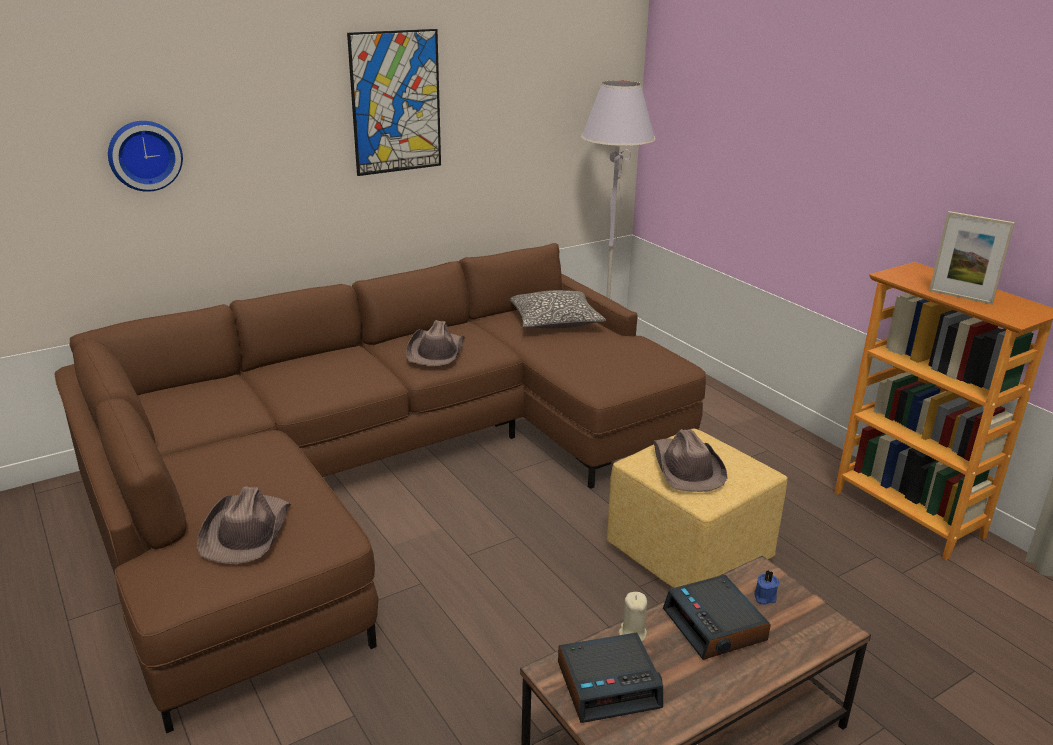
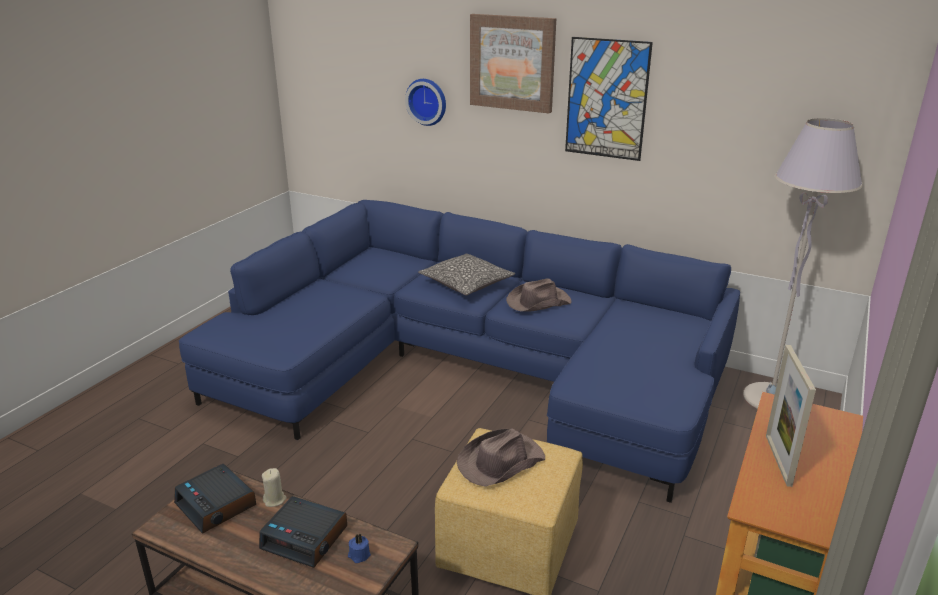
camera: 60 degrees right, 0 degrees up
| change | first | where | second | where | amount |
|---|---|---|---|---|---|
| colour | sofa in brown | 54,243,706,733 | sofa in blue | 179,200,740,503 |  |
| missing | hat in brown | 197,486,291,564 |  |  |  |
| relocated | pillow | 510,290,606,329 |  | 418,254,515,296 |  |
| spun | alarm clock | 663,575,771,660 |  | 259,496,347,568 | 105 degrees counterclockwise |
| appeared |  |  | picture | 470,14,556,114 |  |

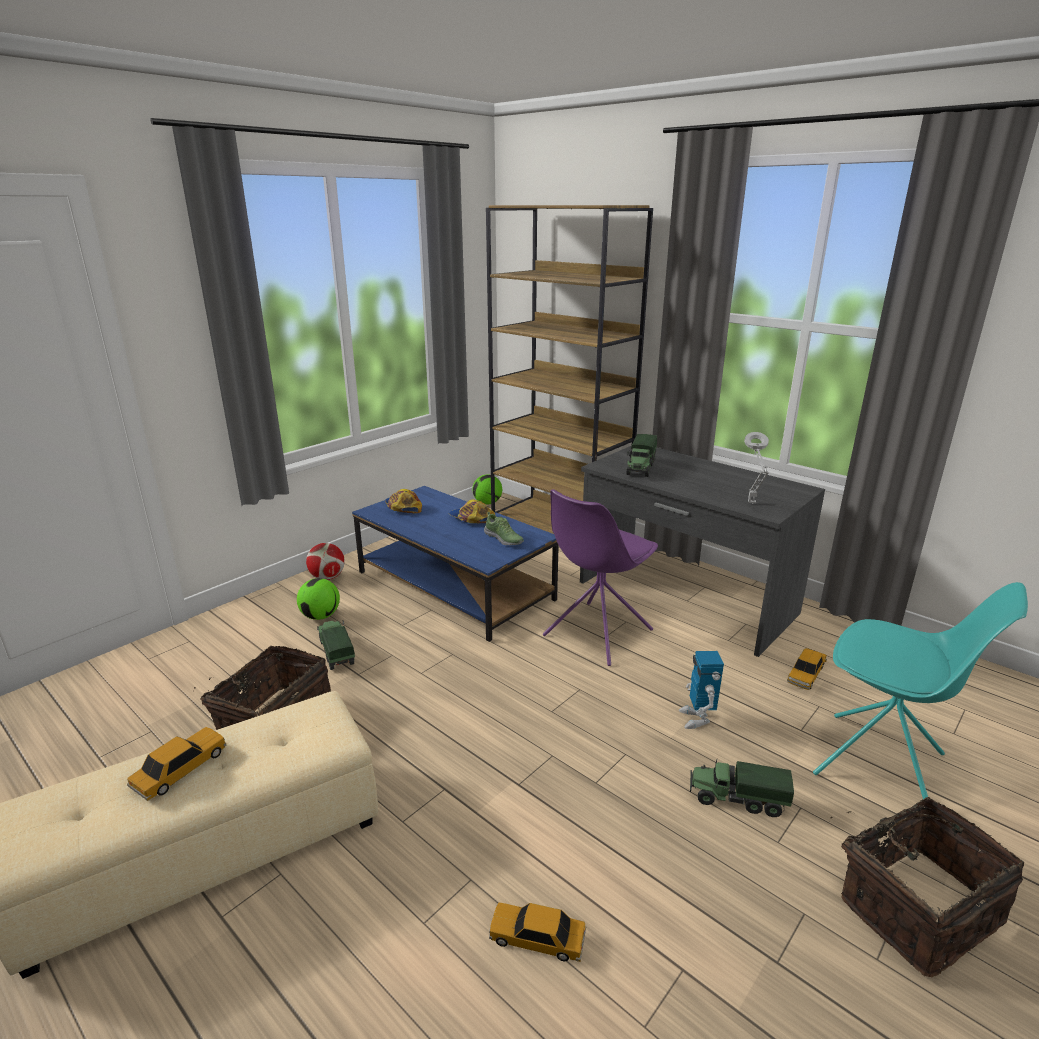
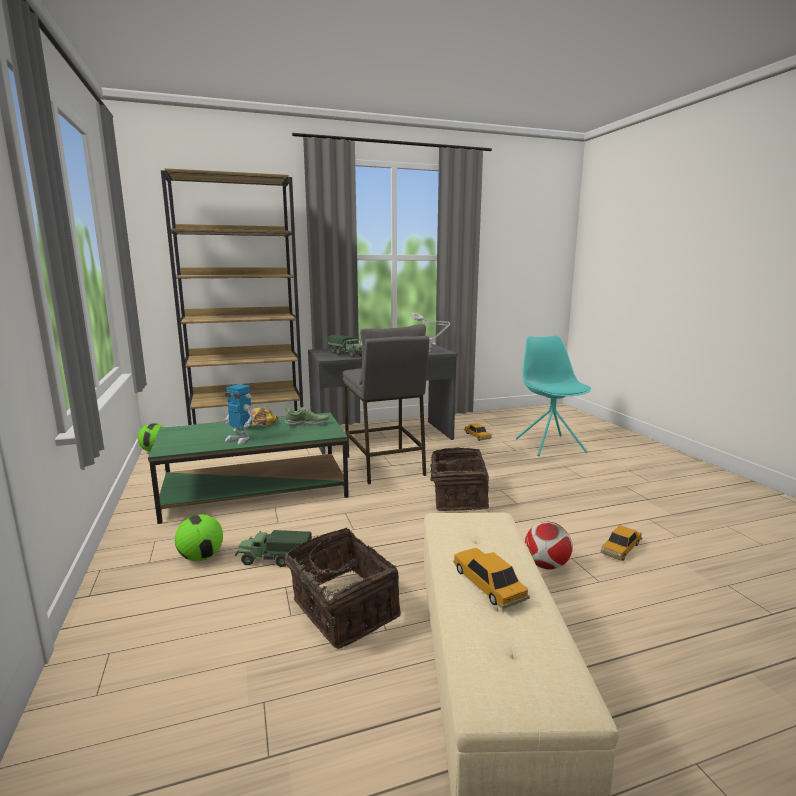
camera: 60 degrees left, 10 degrees down
| change | first | where | second | where | amount |
|---|---|---|---|---|---|
| relocated | football | 306,543,345,580 |  | 525,522,573,569 |  |
| colour | coffee table in blue | 352,486,559,642 | coffee table in green | 148,413,349,524 |  |
| missing | cap | 385,489,422,513 |  |  |  |
| exchanged | chair in purple | 543,489,658,666 | stool in grey | 342,324,429,484 |  |
| relocated | toy robot | 679,651,724,729 |  | 223,384,254,445 |  |
| missing | toy truck | 690,759,794,817 |  |  |  |
| spun | chair in turquoise | 813,582,1028,799 |  | 516,336,591,456 | 75 degrees counterclockwise |
| relocated | basket | 829,797,1024,977 |  | 420,447,489,511 |  |

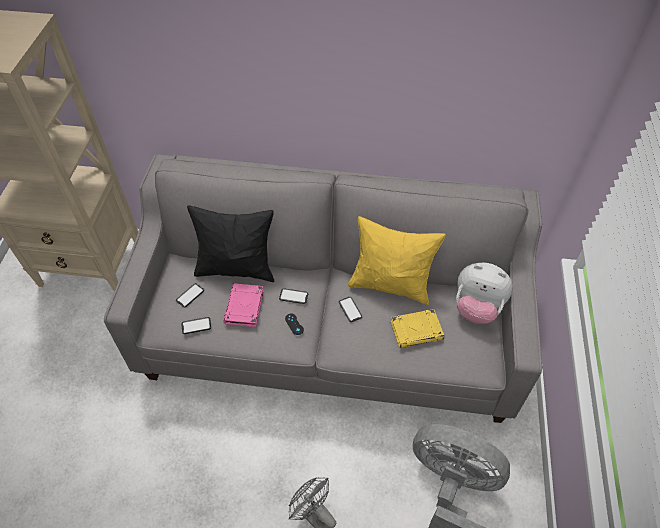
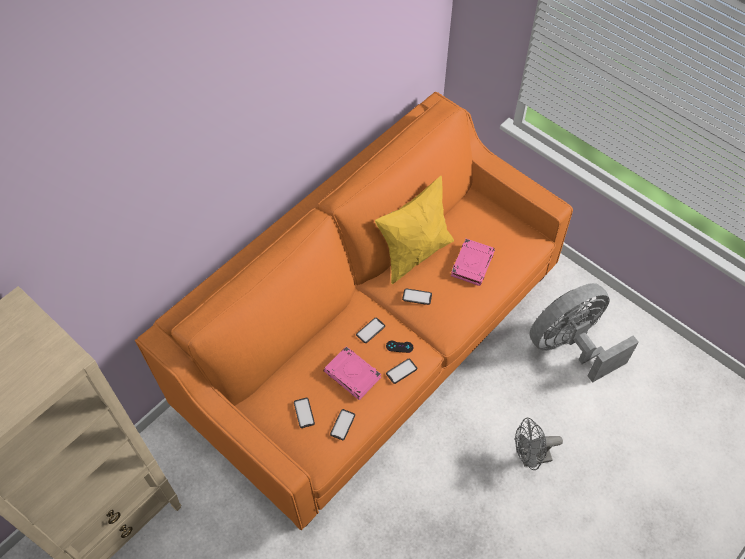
camera: 55 degrees left, 5 degrees up
| change | first | where | second | where | amount |
|---|---|---|---|---|---|
| colour | sofa in grey | 104,154,542,423 | sofa in orange | 135,92,573,531 |  |
| missing | pillow in black | 187,205,274,282 |  |  |  |
| colour | book in yellow | 391,309,444,348 | book in pink | 451,239,495,286 |  |
| missing | plush toy | 456,263,513,324 |  |  |  |
| appeared |  |  | phone | 386,359,417,384 |  |

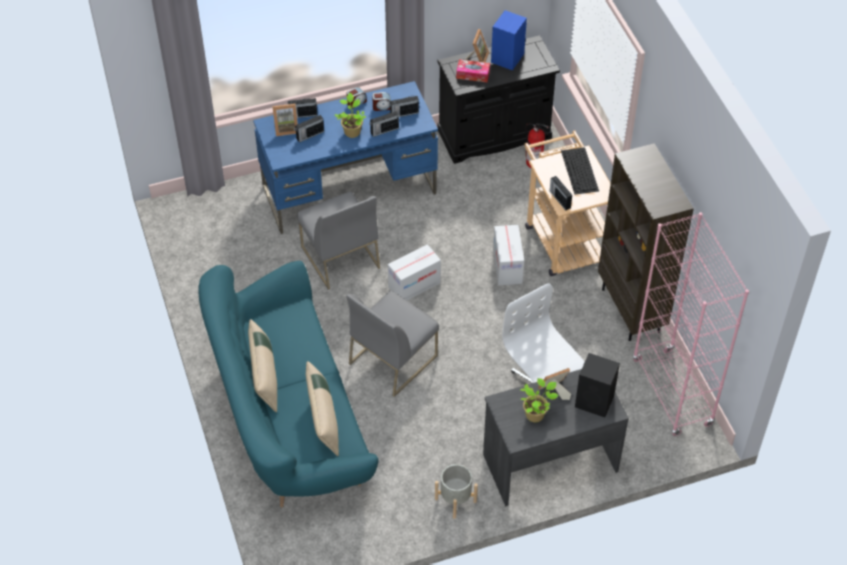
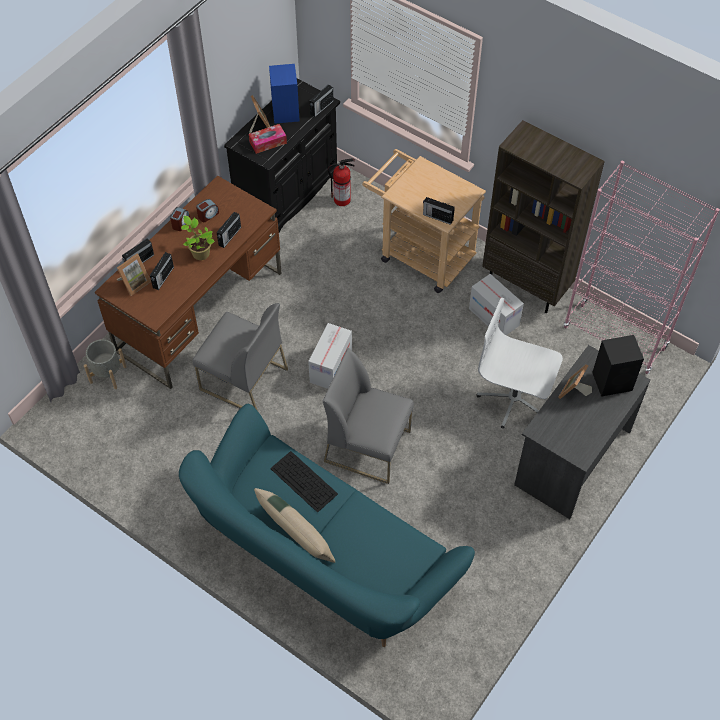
camera: 35 degrees left, 5 degrees up
| change | first | where | second | where | amount |
|---|---|---|---|---|---|
| colour | desk in blue | 253,81,438,234 | desk in brown | 95,175,281,389 |  |
| missing | pillow in beige | 306,361,339,456 |  |  |  |
| spun | chair in grey | 346,291,439,397 |  | 323,348,414,484 | 105 degrees clockwise |
| relocated | radio | 389,96,419,117 |  | 310,85,333,117 |  |
| relocated | planter in grey | 435,464,478,519 |  | 84,339,127,389 |  |
| relocated | cardboard box | 493,225,524,285 |  | 469,274,524,335 |  |
| missing | potted plant | 520,378,559,422 |  |  |  |
| relocated | keyboard | 561,147,599,195 |  | 270,451,338,513 |  |

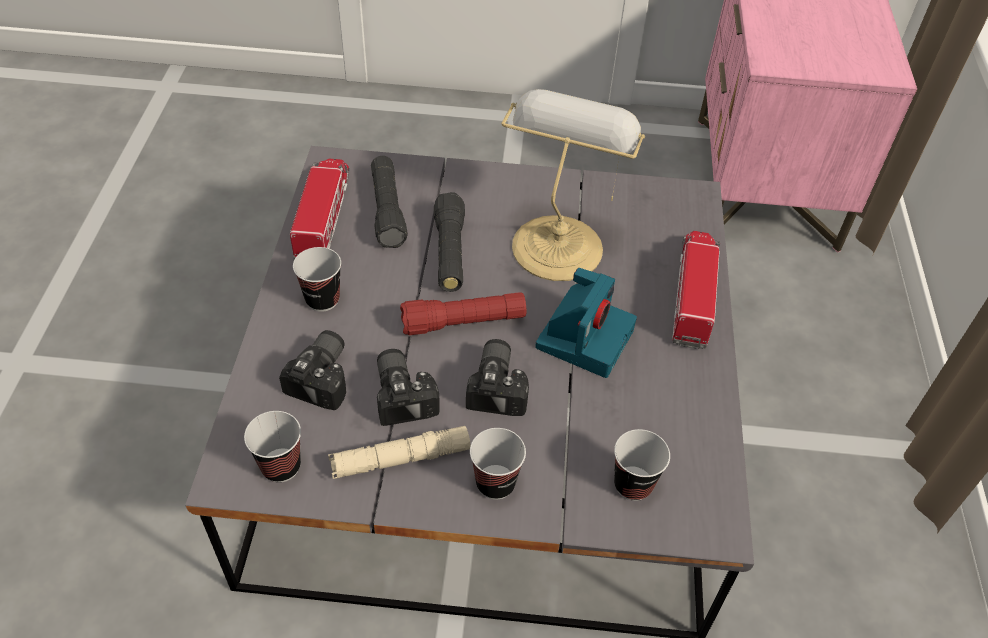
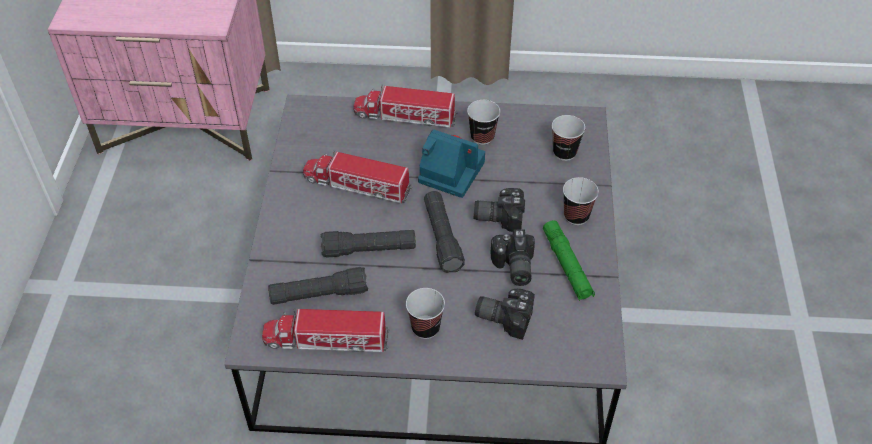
camera: 90 degrees left, 0 degrees up
| change | first | where | second | where | amount |
|---|---|---|---|---|---|
| relocated | cup | 244,411,301,483 |  | 467,100,500,145 |  |
| colour | flashlight in beige | 328,426,471,479 | flashlight in green | 543,220,595,301 |  |
| spun | photo camera | 377,349,440,426 |  | 490,229,535,286 | 75 degrees counterclockwise |
| colour | flashlight in red | 400,292,526,335 | flashlight in black | 424,191,465,273 |  |
| exchanged | table lamp | 501,89,645,281 | toy truck | 303,150,412,203 |  |

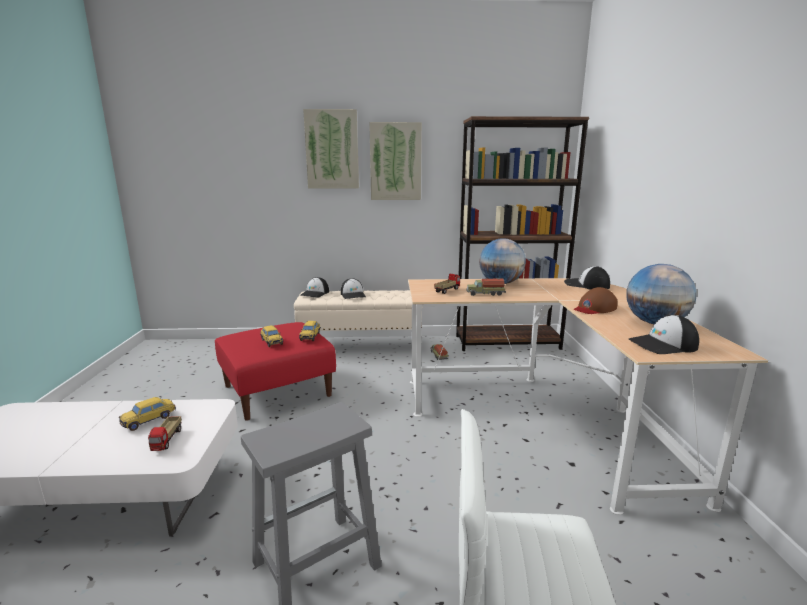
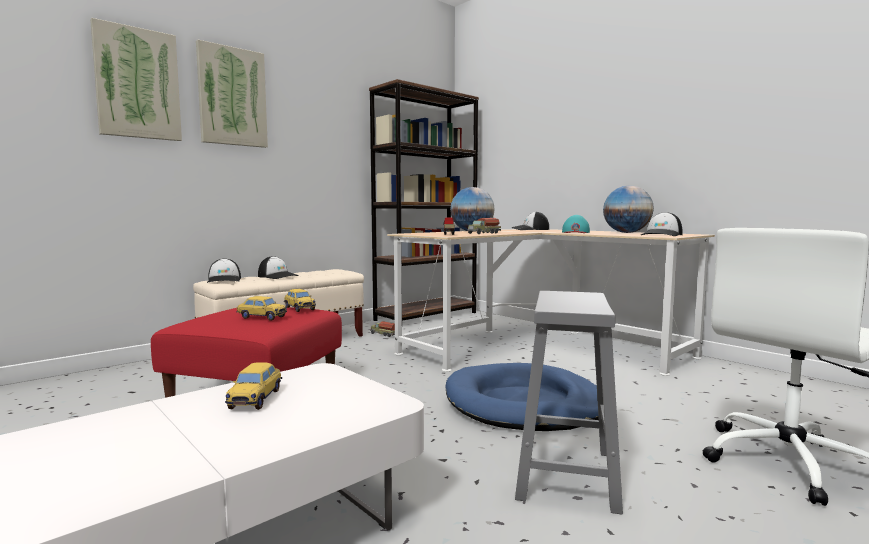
camera: 40 degrees left, 10 degrees down
| change | first | where | second | where | amount |
|---|---|---|---|---|---|
| missing | toy truck | 148,416,182,451 |  |  |  |
| relocated | picture | 369,122,422,200 |  | 90,18,182,141 |  |
| colour | cap in brown | 574,287,618,314 | cap in turquoise | 562,215,590,233 |  |
| appeared |  |  | dog bed in blue | 445,363,599,431 |  |

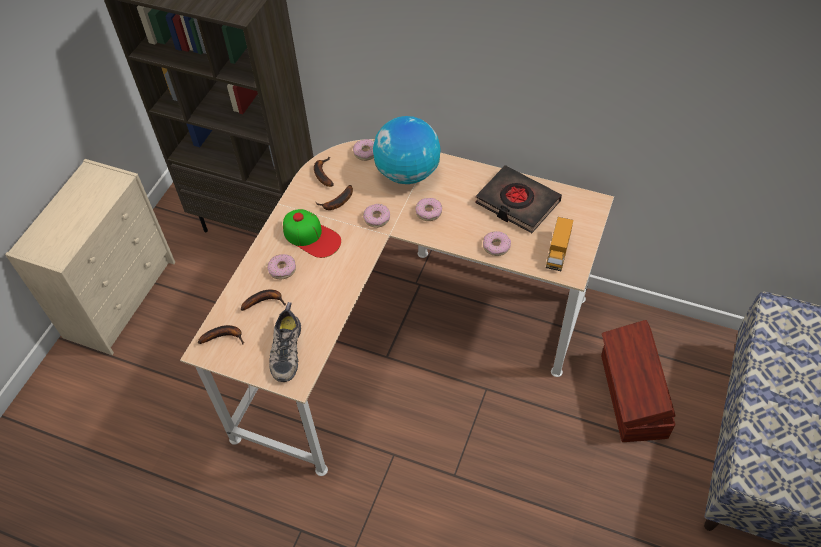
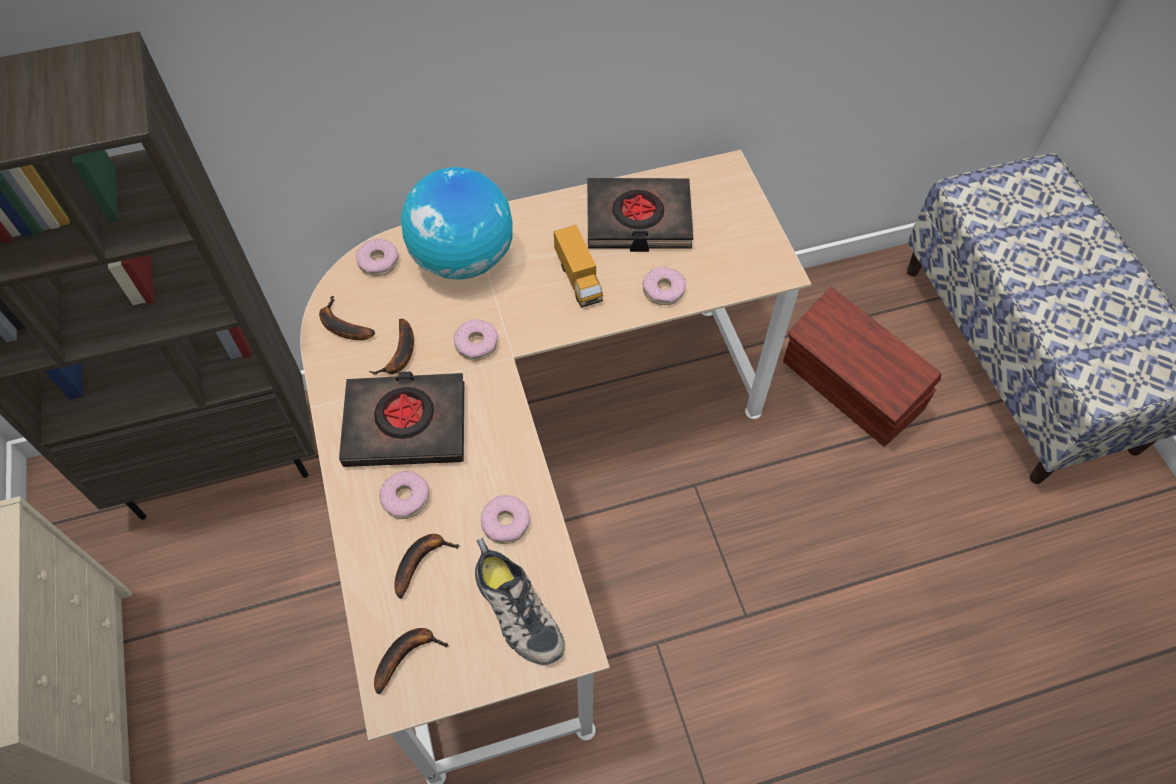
camera: 40 degrees left, 5 degrees up
| change | first | where | second | where | amount |
|---|---|---|---|---|---|
| exchanged | cap | 283,209,341,258 | book in black | 339,372,464,467 |  |
| relocated | donut | 415,198,442,221 |  | 481,495,530,544 |  |
| relocated | toy truck | 546,217,573,271 |  | 554,225,603,308 |  |

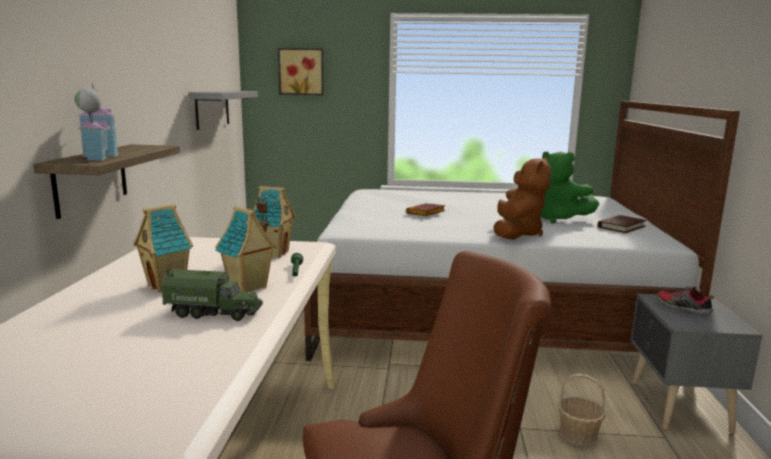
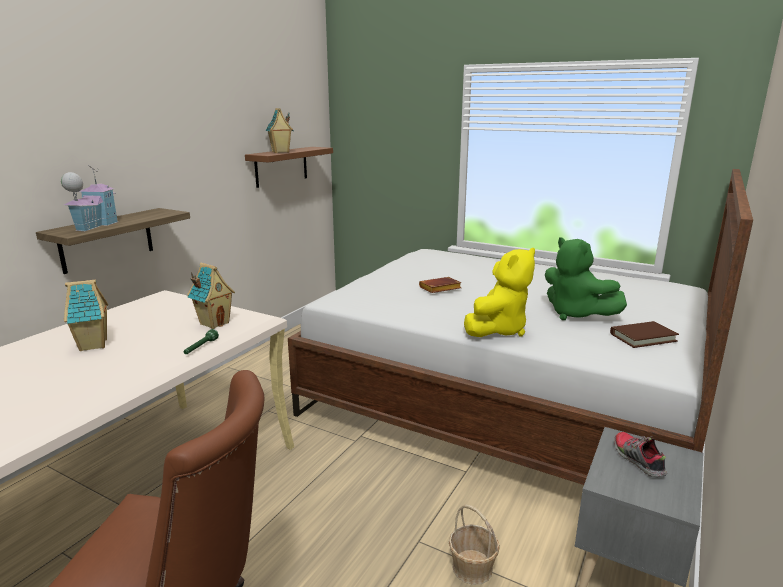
camera: 25 degrees right, 5 degrees up
| change | first | where | second | where | amount |
|---|---|---|---|---|---|
| missing | toy truck | 161,269,263,321 |  |  |  |
| colour | shelf in grey | 189,91,258,130 | shelf in brown | 245,147,333,188 |  |
| relocated | toy house | 215,206,277,292 |  | 265,108,293,153 |  |
| missing | picture | 278,48,323,95 |  |  |  |
| colour | plush toy in brown | 493,156,551,240 | plush toy in yellow | 464,248,535,337 |  |

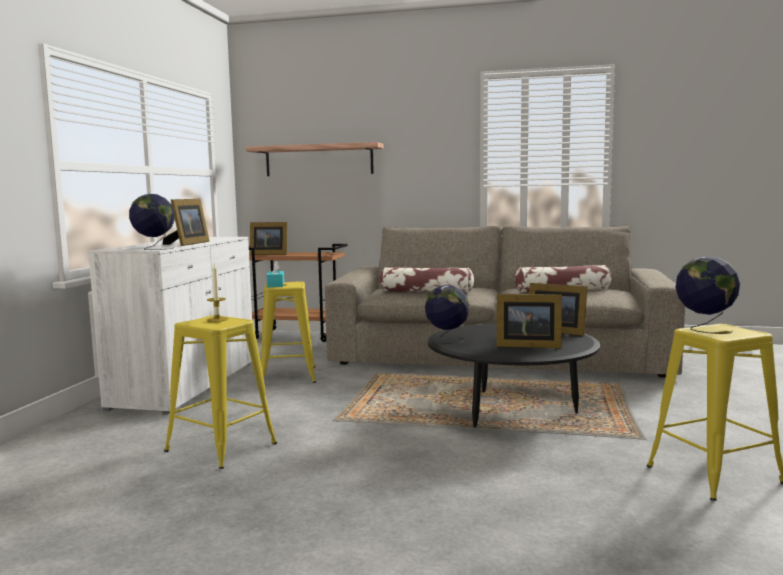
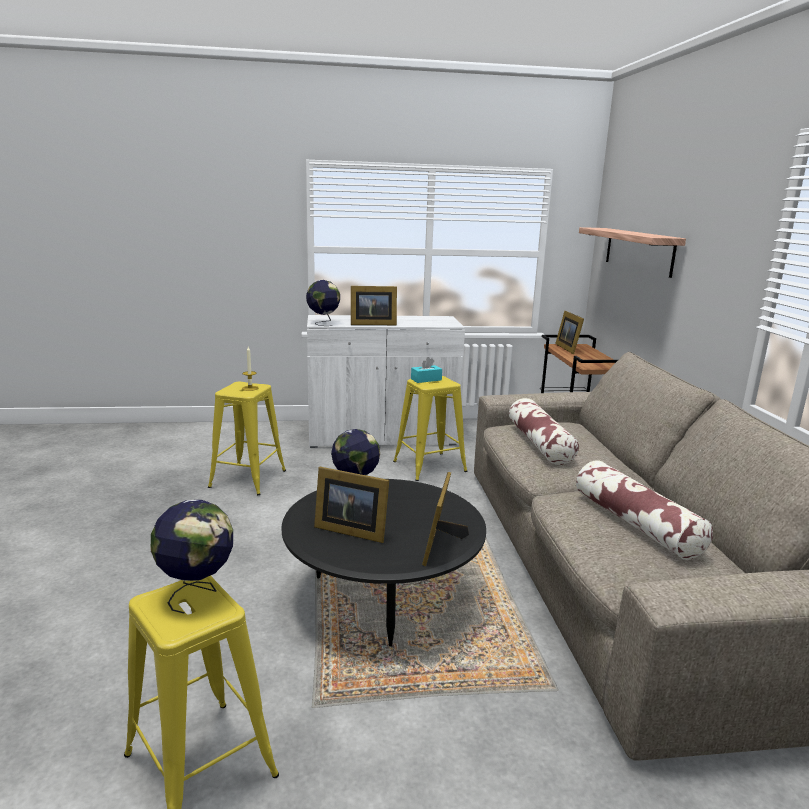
camera: 70 degrees right, 10 degrees up
| change | first | where | second | where | amount |
|---|---|---|---|---|---|
| spun | picture frame | 496,294,562,349 |  | 314,467,389,543 | 60 degrees counterclockwise |

